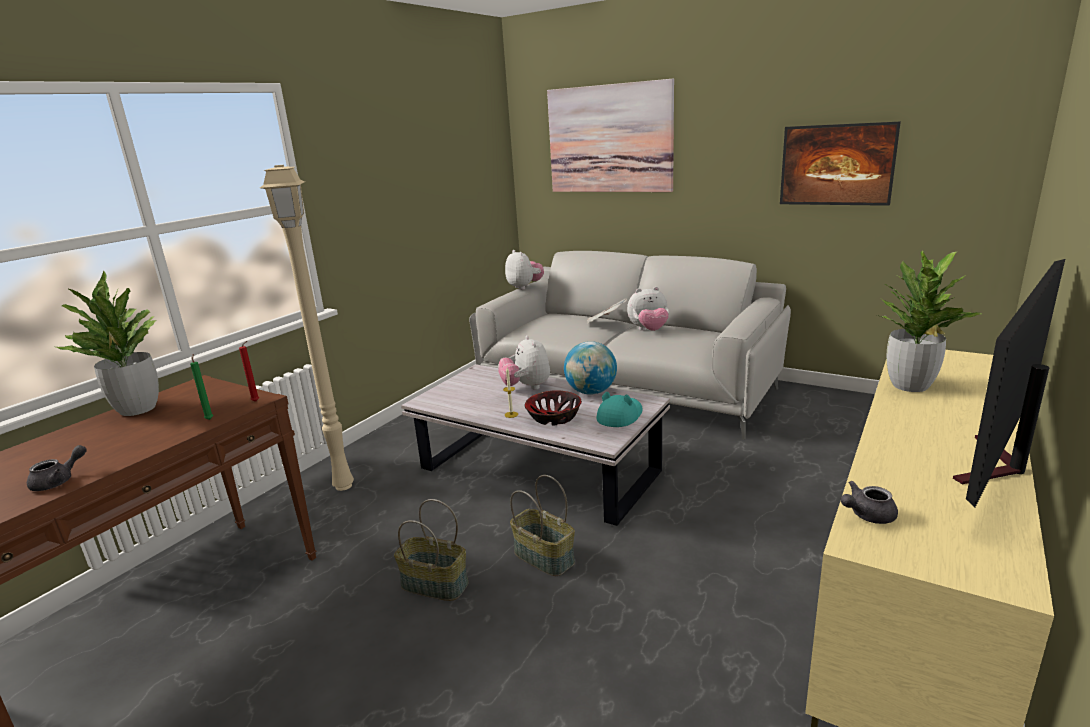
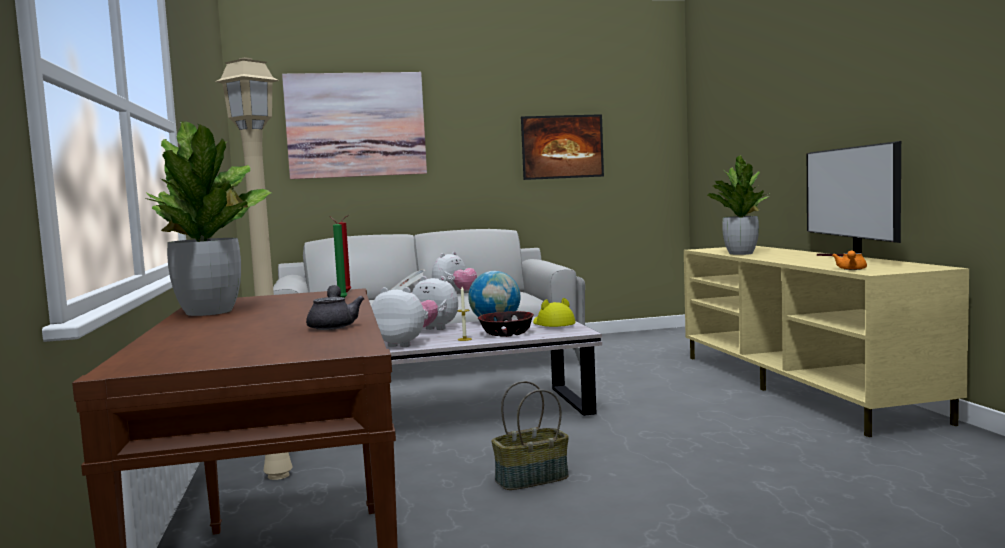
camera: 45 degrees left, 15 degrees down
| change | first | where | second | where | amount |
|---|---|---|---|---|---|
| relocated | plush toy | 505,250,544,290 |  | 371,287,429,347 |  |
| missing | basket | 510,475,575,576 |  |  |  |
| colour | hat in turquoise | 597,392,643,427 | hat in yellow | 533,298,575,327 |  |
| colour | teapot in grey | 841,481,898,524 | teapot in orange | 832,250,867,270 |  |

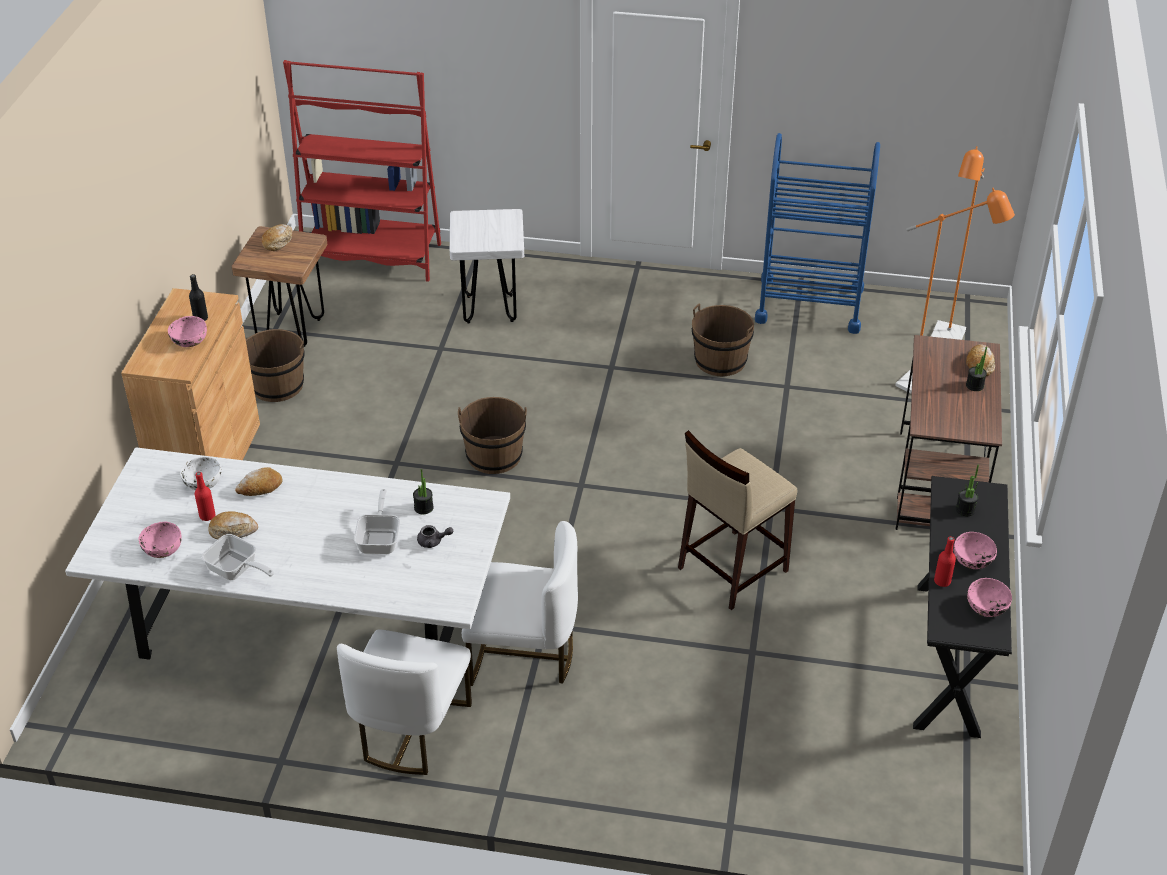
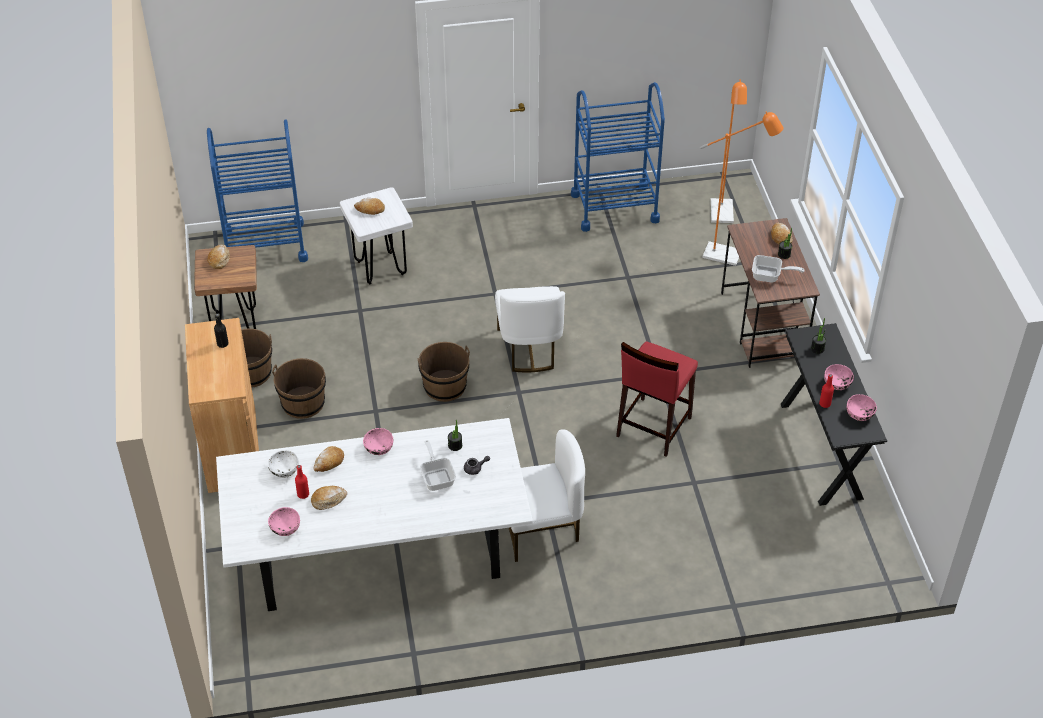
camera: 20 degrees left, 5 degrees up
| change | first | where | second | where | amount |
|---|---|---|---|---|---|
| relocated | bowl in pink | 168,316,207,347 |  | 363,428,393,455 |  |
| relocated | frying pan | 201,534,274,580 |  | 752,255,805,283 |  |
| exchanged | bookcase in red | 283,60,441,282 | cart in blue | 207,119,308,262 |  |
| relocated | chair in white | 337,629,472,775 |  | 495,286,565,372 |  |
| colour | stool in beige | 678,430,797,610 | stool in red | 616,341,698,457 |  |
| relocated | bucket in brown | 692,304,754,376 |  | 272,358,326,419 |  |
| appeared |  |  | bread | 354,198,385,215 |  |

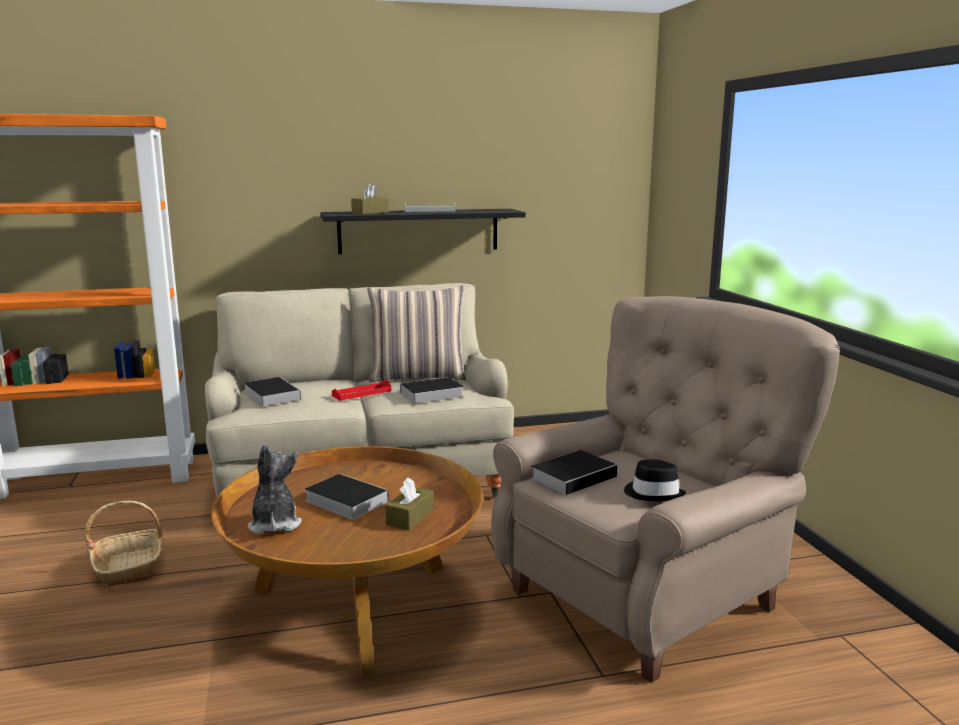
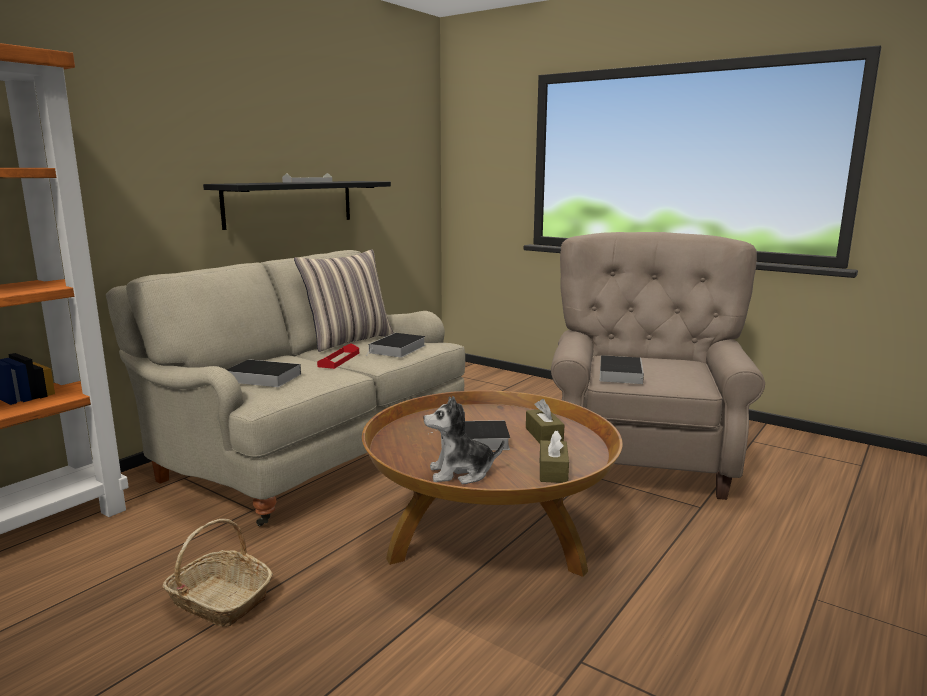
camera: 40 degrees left, 0 degrees up
| change | first | where | second | where | amount |
|---|---|---|---|---|---|
| spun | plush toy | 248,444,302,534 |  | 423,396,504,484 | 45 degrees counterclockwise |
| relocated | tissue box in brown | 351,184,389,214 |  | 540,430,569,483 |  |
| missing | hat in black | 624,459,686,501 |  |  |  |

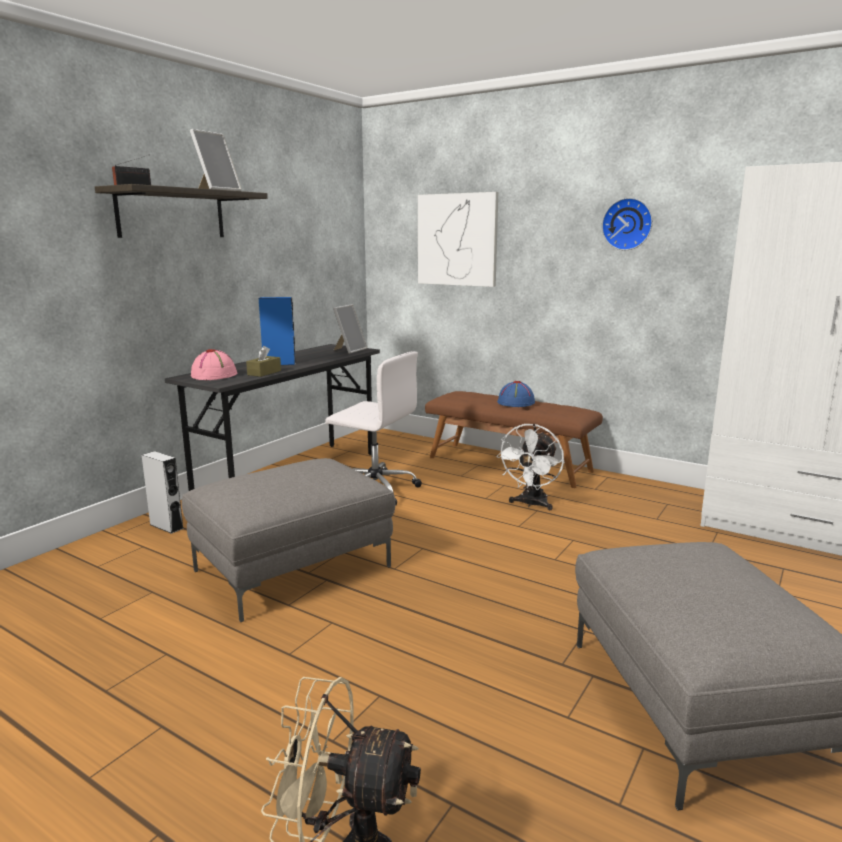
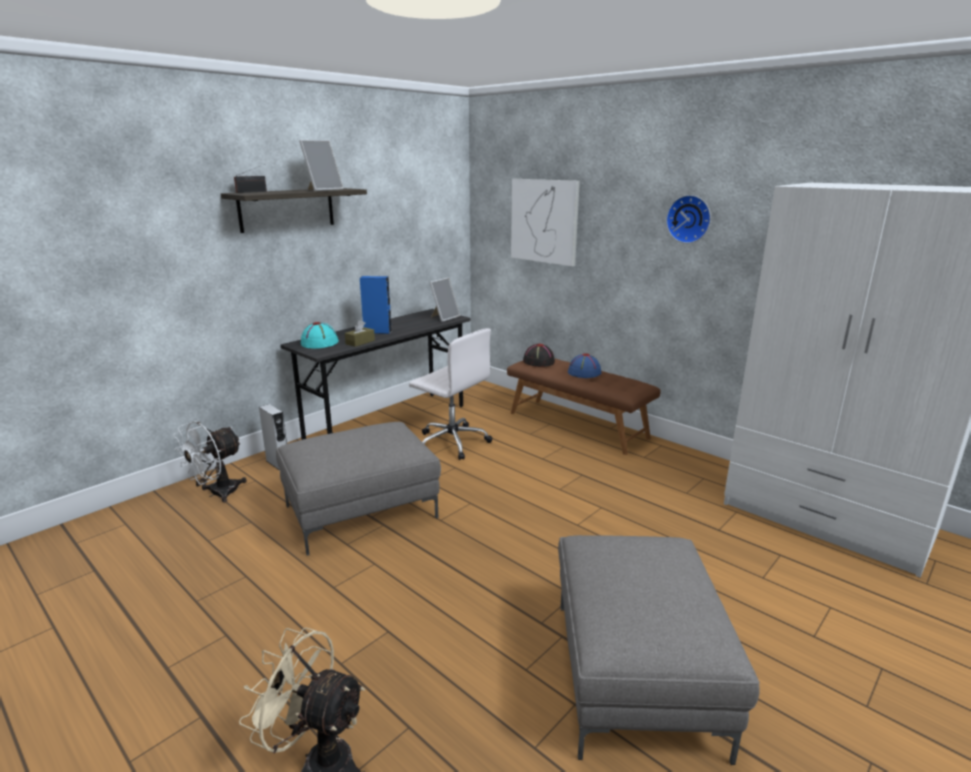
camera: 10 degrees right, 5 degrees up
| change | first | where | second | where | amount |
|---|---|---|---|---|---|
| colour | hat in pink | 190,349,237,380 | hat in turquoise | 301,322,339,349 |  |
| relocated | fan in white | 496,424,564,510 |  | 173,421,247,503 |  |
| appeared |  |  | hat in black | 523,344,555,367 |  |

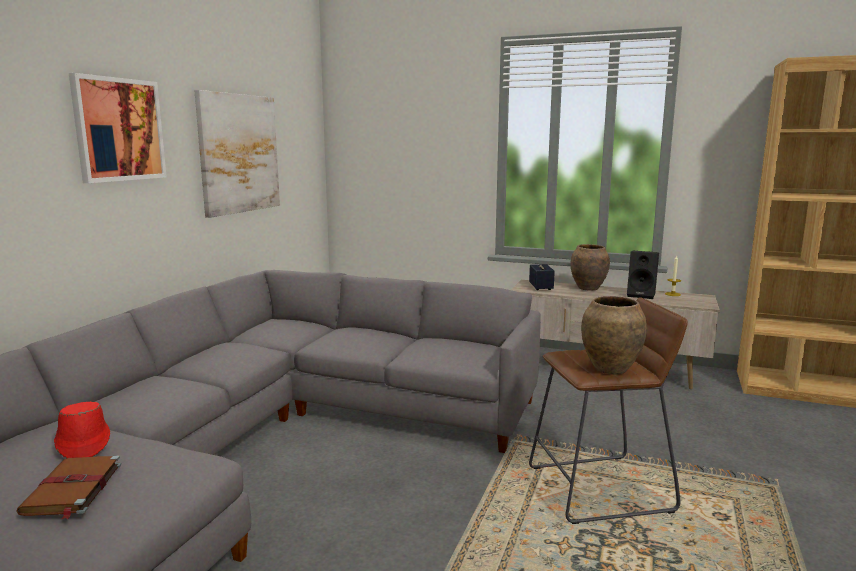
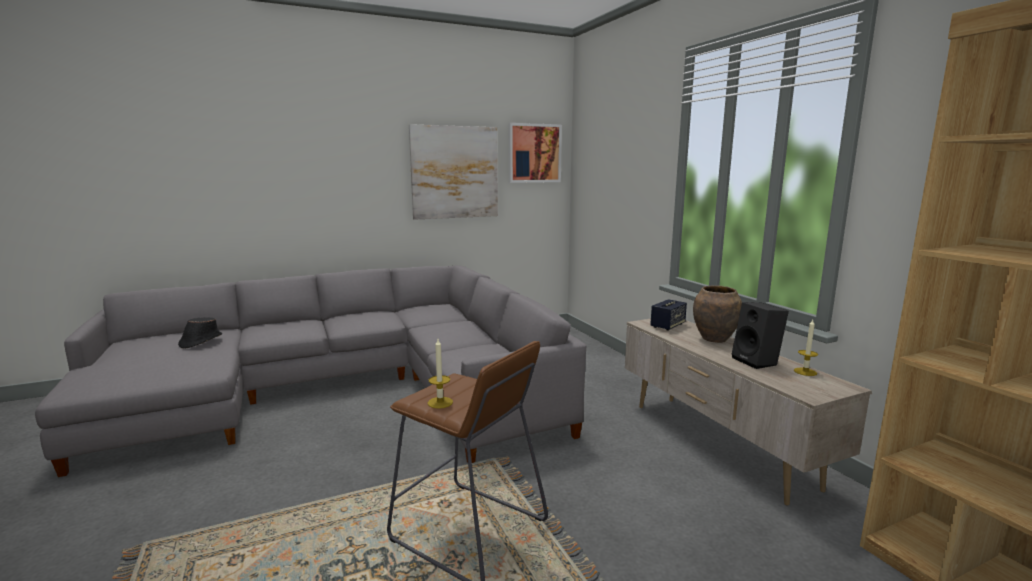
camera: 45 degrees right, 0 degrees up
| change | first | where | second | where | amount |
|---|---|---|---|---|---|
| missing | book in brown | 16,455,121,519 |  |  |  |
| colour | hat in red | 54,402,110,458 | hat in black | 178,317,222,349 |  |
| relocated | picture | 69,73,167,183 |  | 509,123,562,183 |  |
| exchanged | vase in brown | 581,296,647,374 | candle | 428,339,453,409 |  |

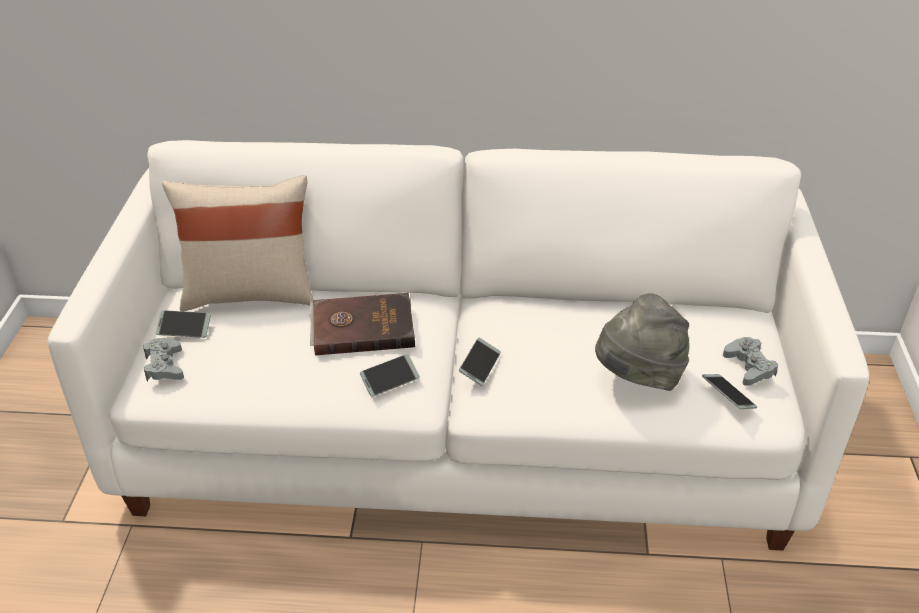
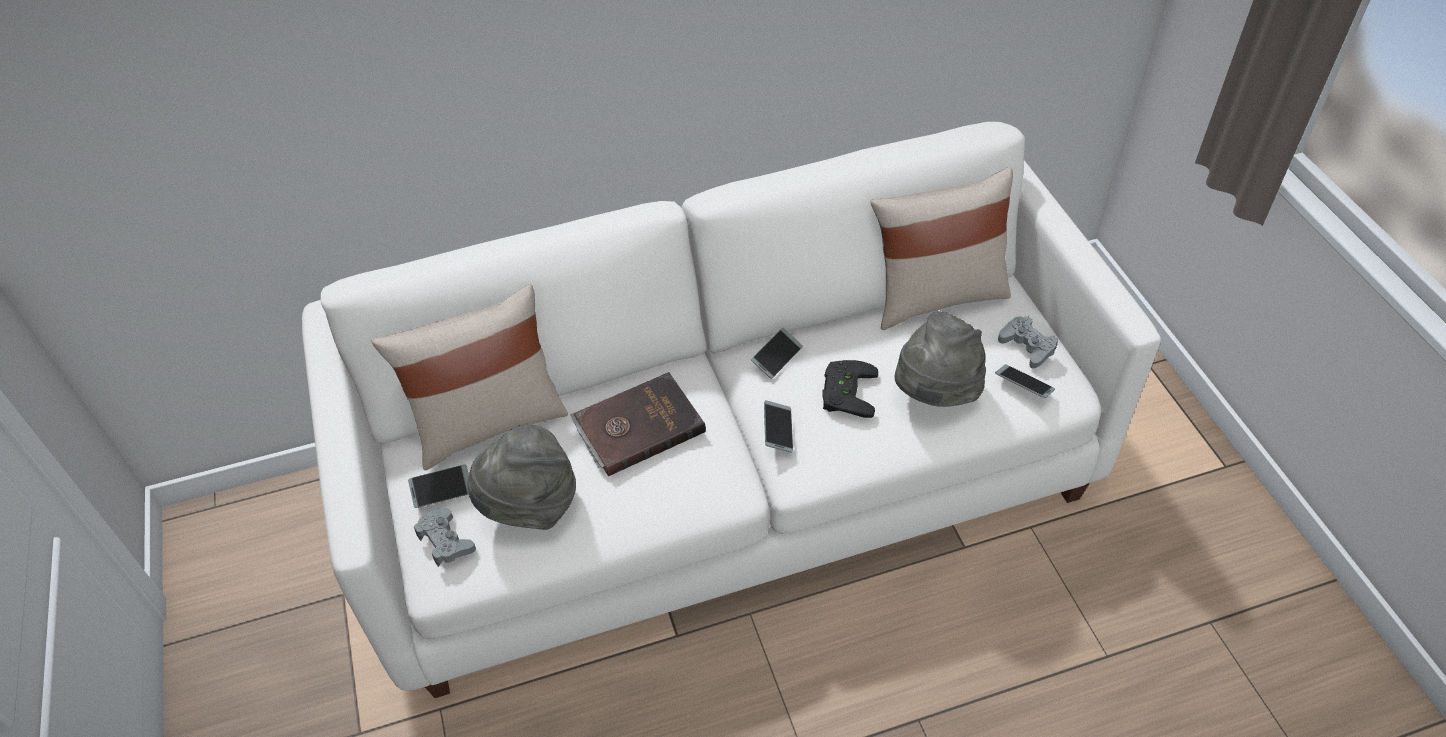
camera: 20 degrees left, 10 degrees up
| change | first | where | second | where | amount |
|---|---|---|---|---|---|
| relocated | phone | 360,354,420,397 |  | 751,328,803,379 |  |
| appeared |  |  | hat in grey | 468,424,576,530 |  |
| appeared |  |  | game controller in black | 822,360,878,418 |  |
| appeared |  |  | pillow in beige | 870,167,1013,330 |  |

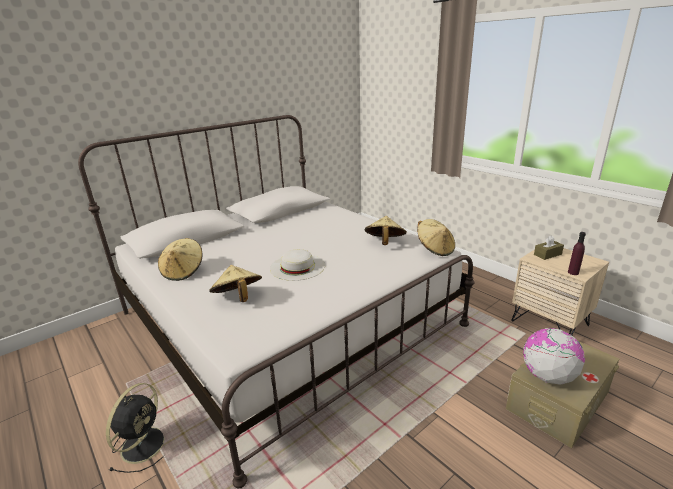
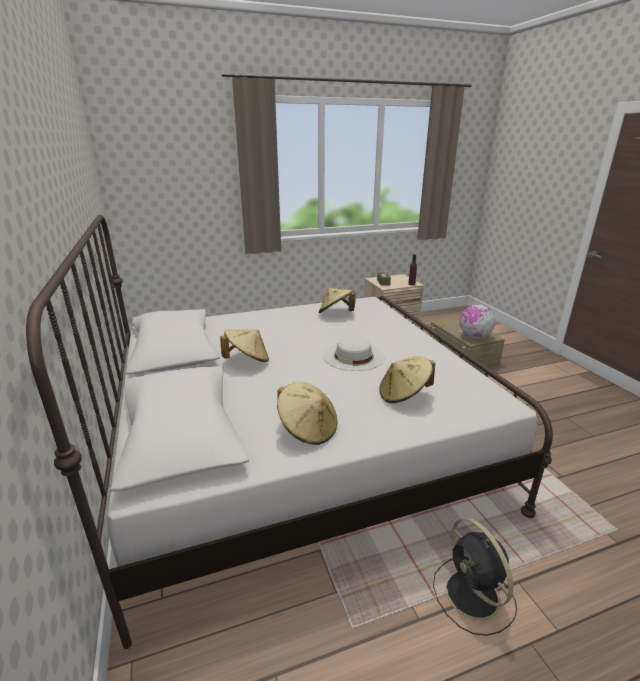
camera: 70 degrees left, 0 degrees up
| change | first | where | second | where | amount |
|---|---|---|---|---|---|
| spun | fan in black | 106,383,165,473 |  | 433,518,517,636 | 150 degrees counterclockwise |
| relocated | hat in beige | 417,219,455,256 |  | 220,329,269,362 |  |

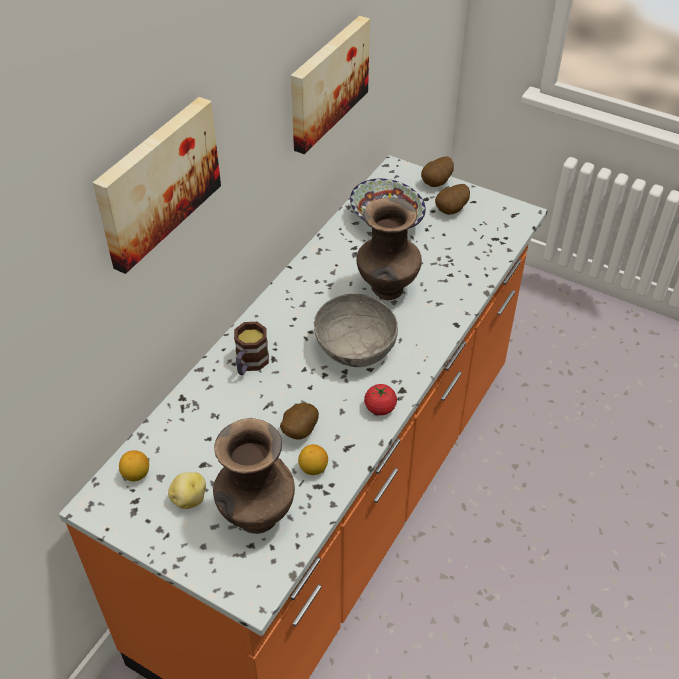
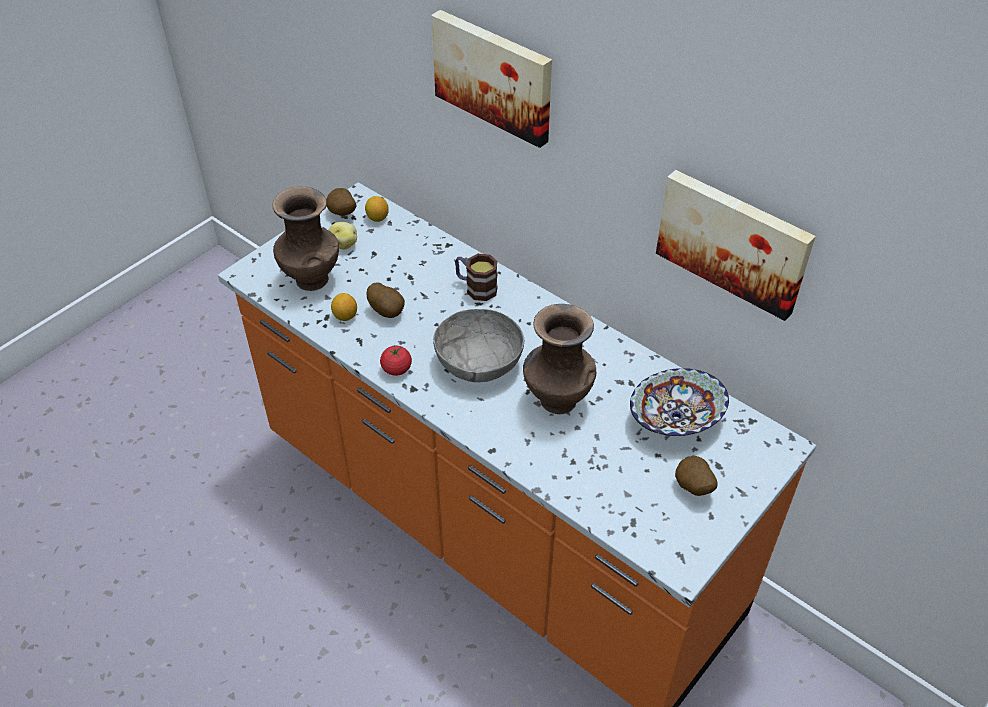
camera: 100 degrees right, 0 degrees up
| change | first | where | second | where | amount |
|---|---|---|---|---|---|
| relocated | potato | 421,156,454,187 |  | 326,188,356,216 |  |

